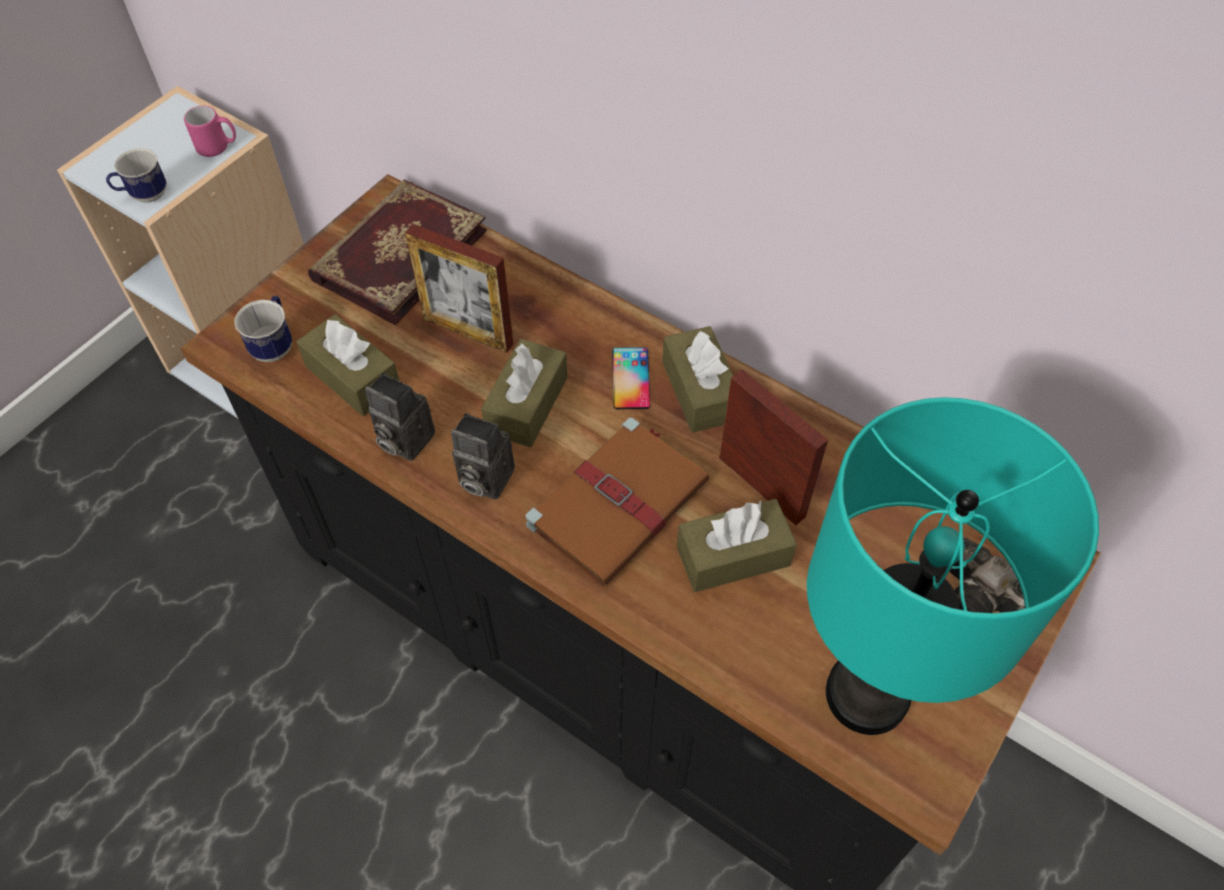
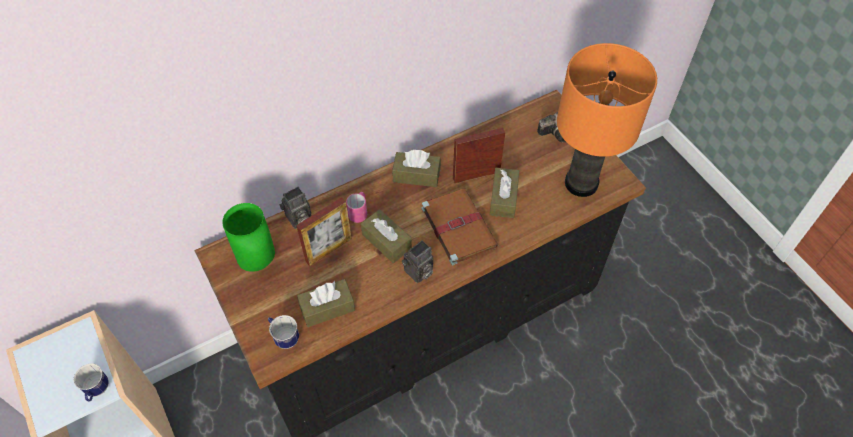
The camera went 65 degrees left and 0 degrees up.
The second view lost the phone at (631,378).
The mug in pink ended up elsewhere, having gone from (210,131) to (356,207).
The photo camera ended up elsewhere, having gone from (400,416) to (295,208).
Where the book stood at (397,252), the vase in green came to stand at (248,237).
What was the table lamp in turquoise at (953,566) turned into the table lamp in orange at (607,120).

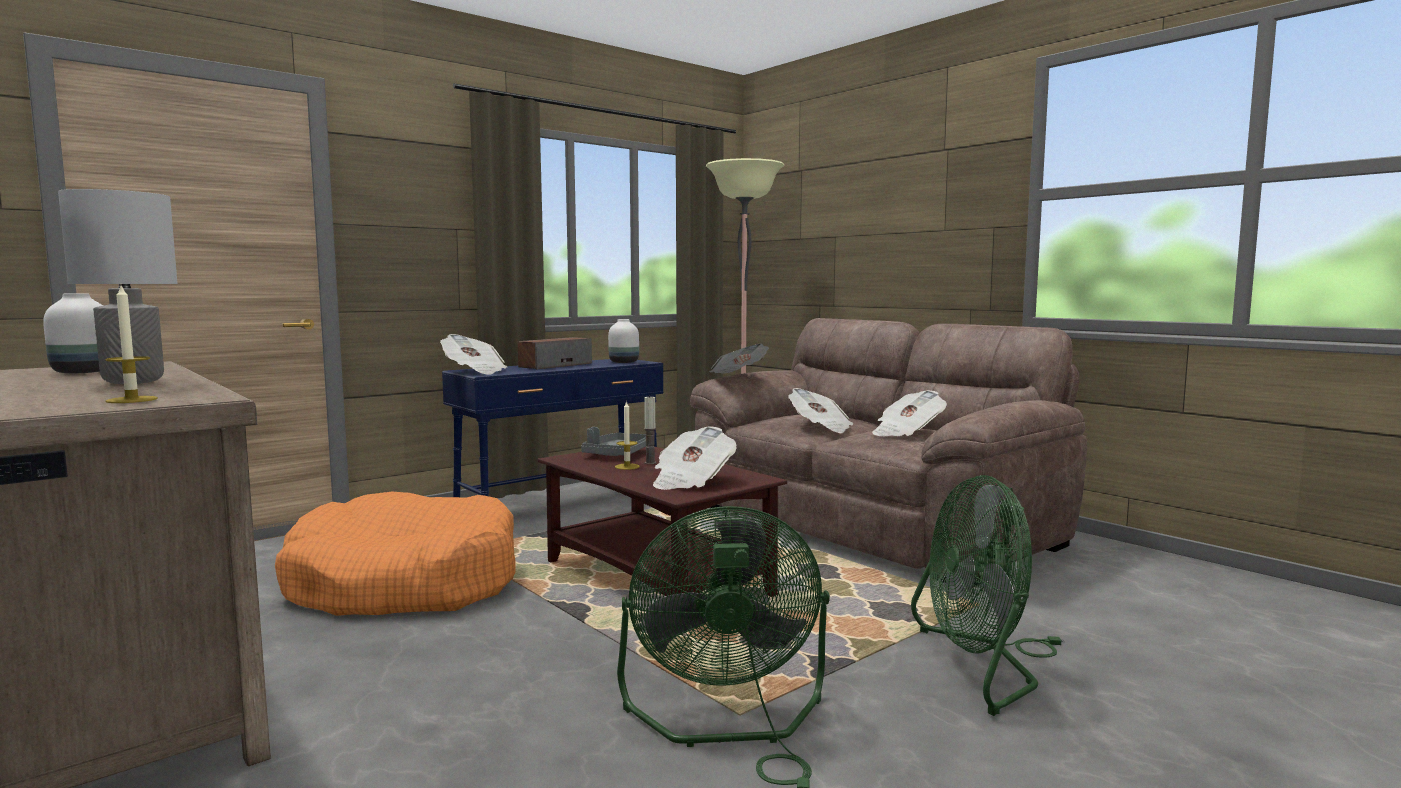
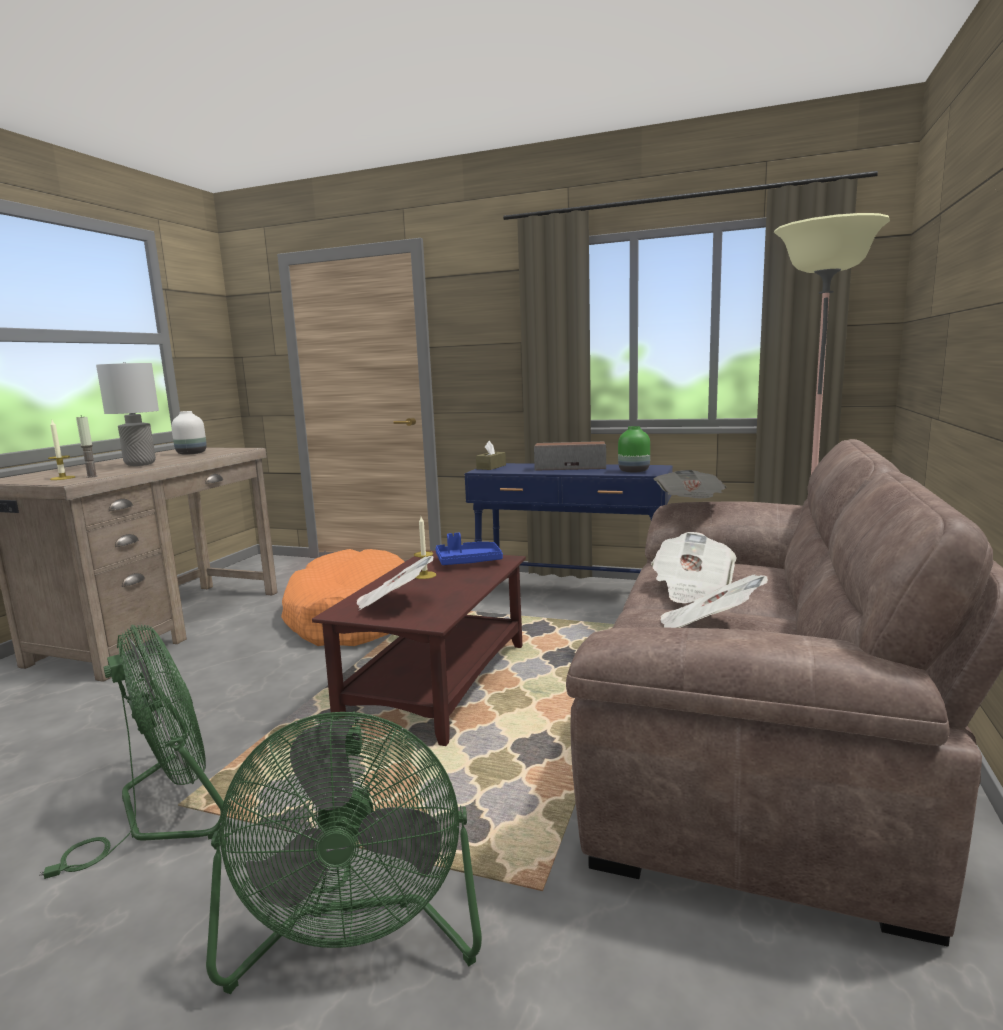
The camera went 60 degrees right and 5 degrees up.
The candle ended up elsewhere, having gone from (650,430) to (87,446).
Where the newspaper stood at (473,354), the tissue box in brown came to stand at (491,455).
What was the tray in grey at (613,441) turned into the tray in blue at (469,549).
What was the vase in white at (623,341) turned into the vase in green at (634,449).
The fan in green at (987,595) ended up facing another way, 150 degrees counterclockwise from before.

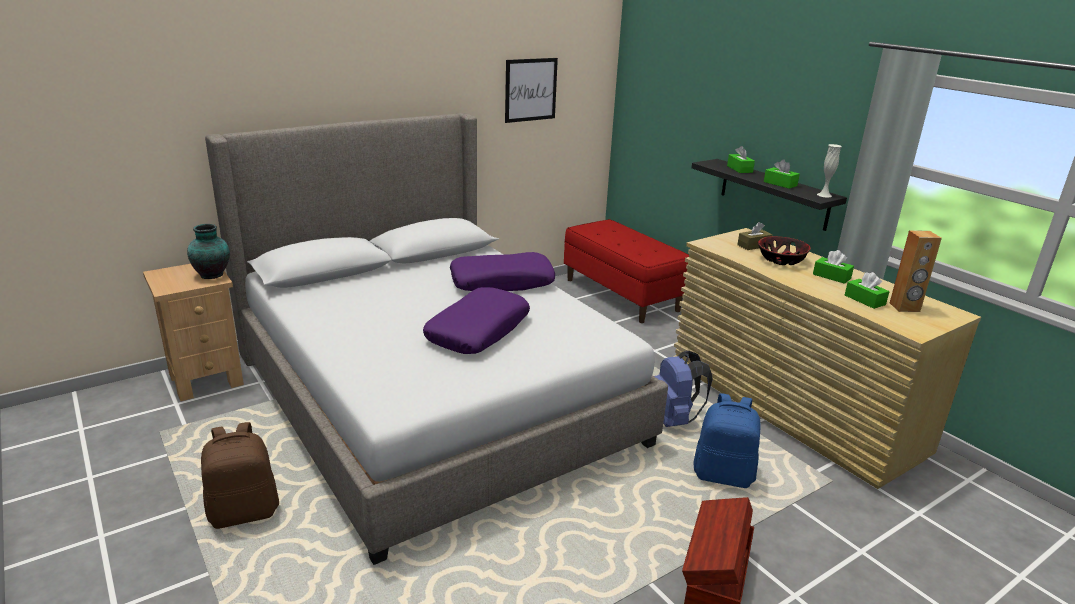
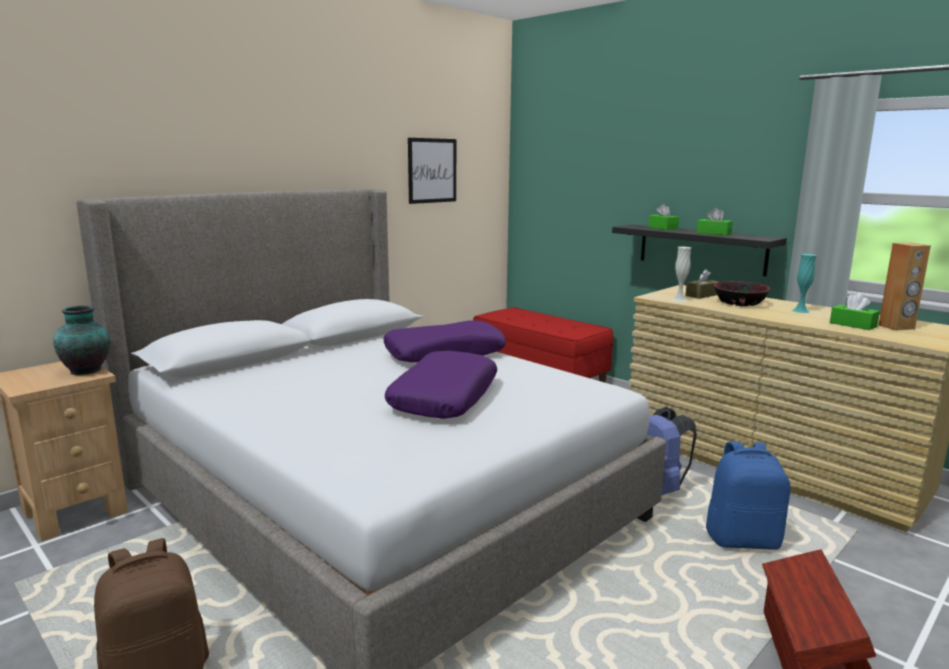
The camera went 10 degrees left and 10 degrees down.
The vase in white ended up elsewhere, having gone from (829,171) to (681,274).
Where the tissue box in green stood at (833,267), the vase in turquoise came to stand at (804,283).

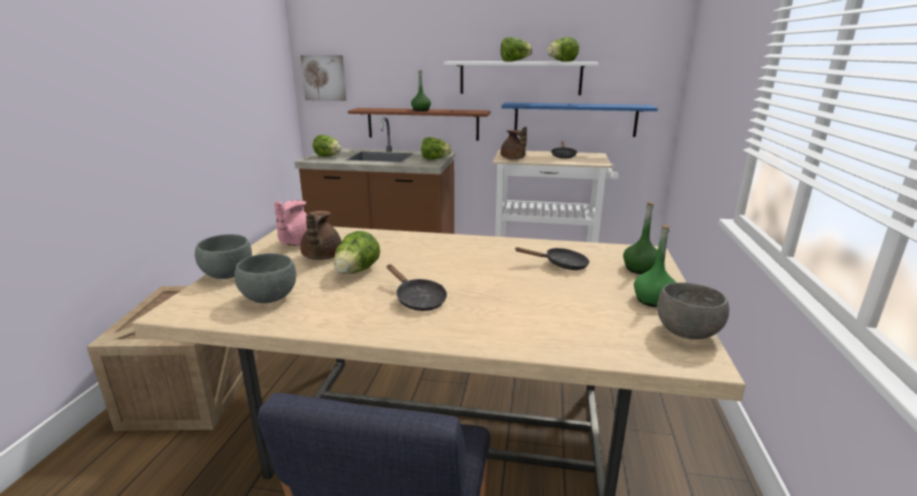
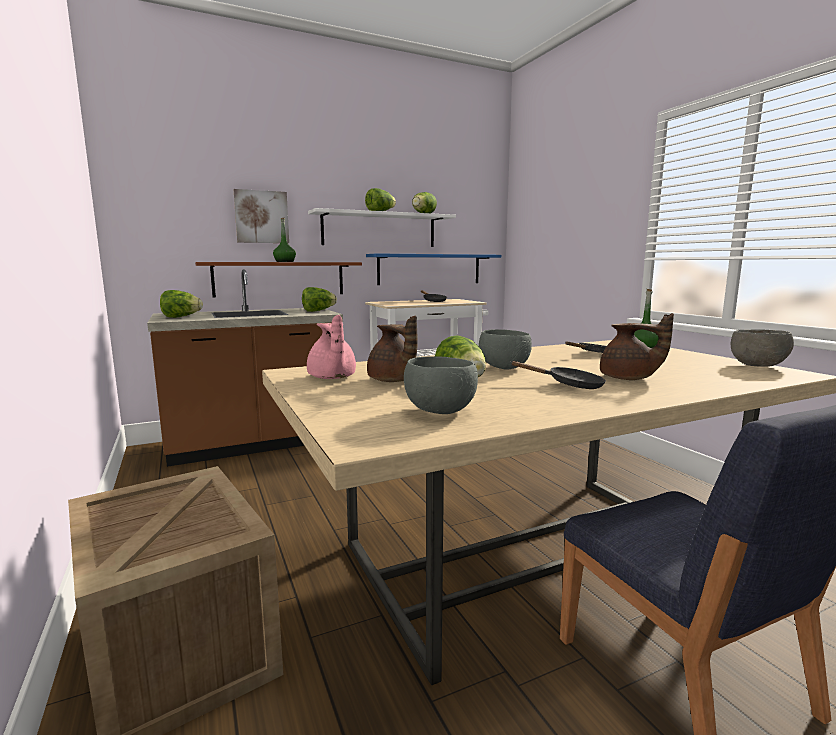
The camera went 35 degrees left and 10 degrees down.
The second view lost the bottle in green at (655,265).
The bowl in grey ended up elsewhere, having gone from (223,256) to (505,349).
The picture ended up elsewhere, having gone from (323,78) to (261,216).
The teapot in brown ended up elsewhere, having gone from (514,143) to (637,346).

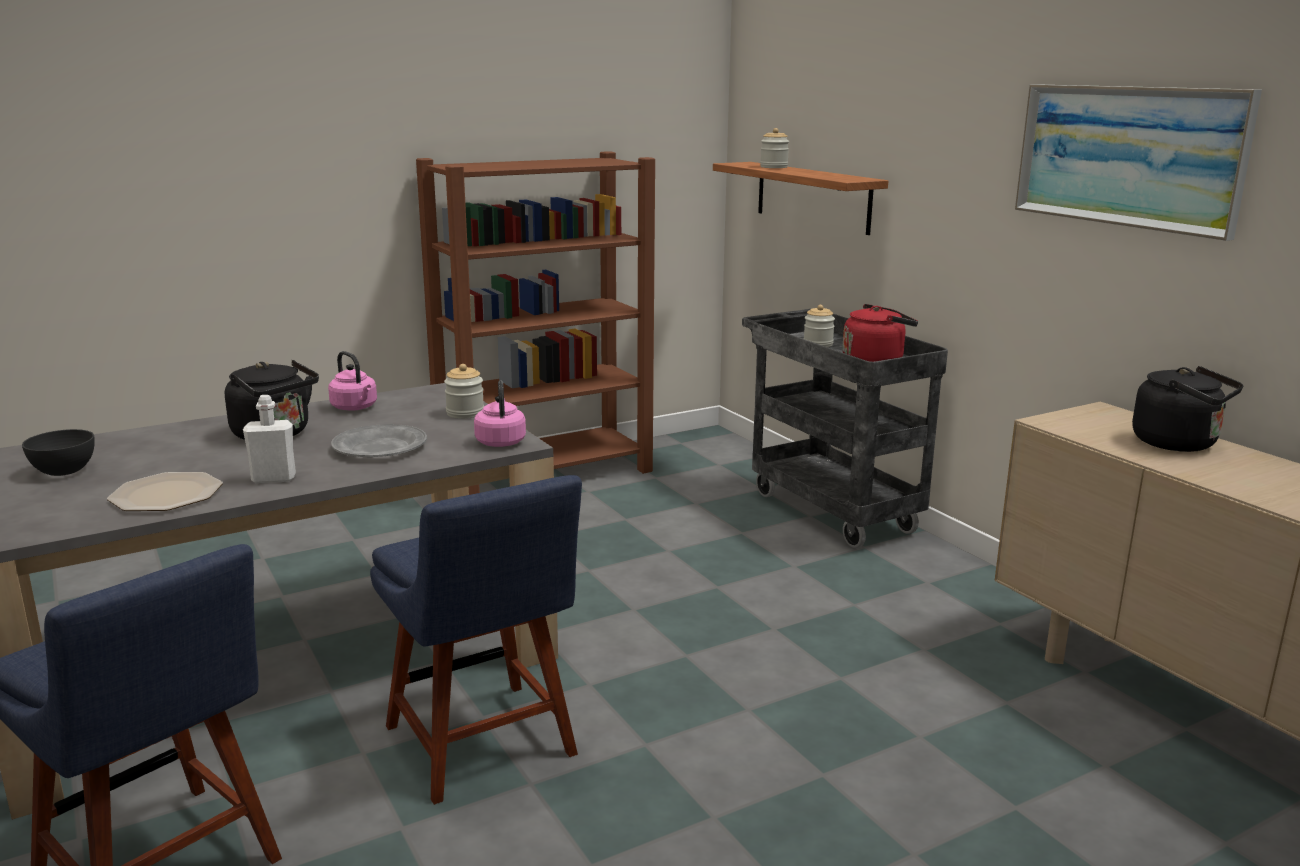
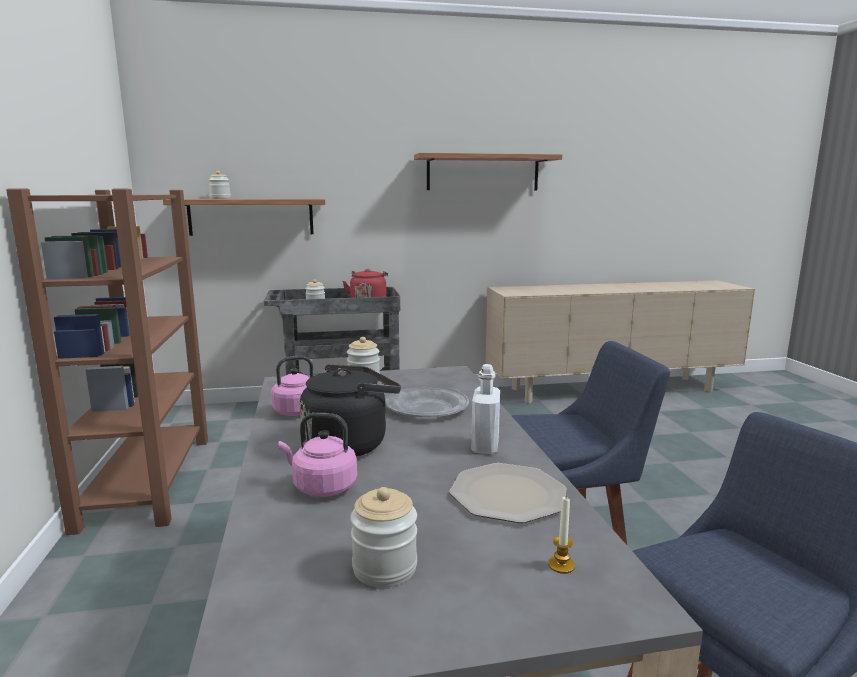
The camera went 70 degrees left and 5 degrees down.
The second view lost the kettle in black at (1187,409).
The second view gained the candle at (561,535).
The kettle in pink ended up elsewhere, having gone from (500,413) to (317,455).
Where the bowl in grey stood at (58,452), the jar came to stand at (383,537).
Where the picture hung at (1138,162), the shelf came to hang at (488,171).

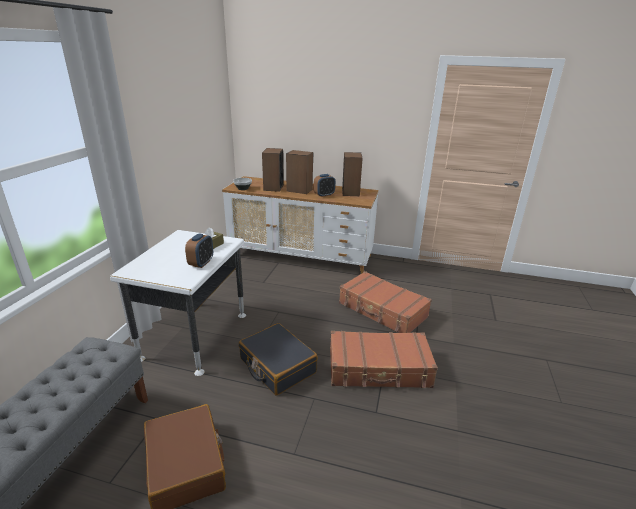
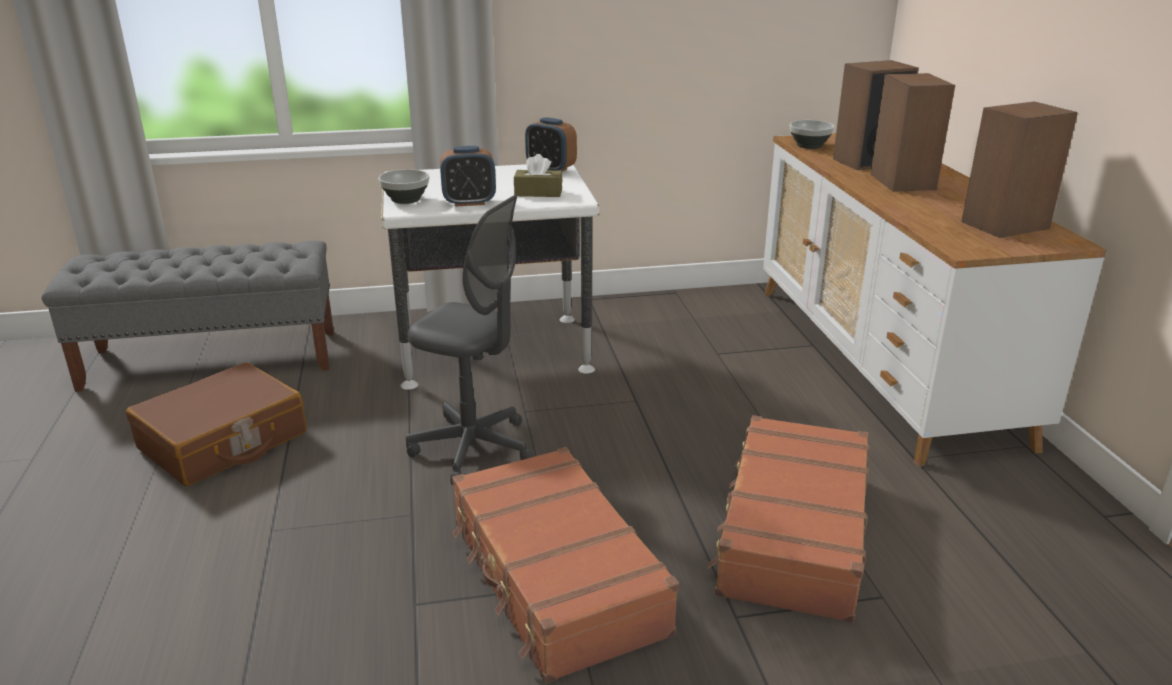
The camera went 65 degrees right and 0 degrees up.
The second view gained the bowl at (403,186).
The alarm clock ended up elsewhere, having gone from (324,185) to (551,144).
Where the suitcase in black stood at (278,359), the office chair in grey came to stand at (470,340).

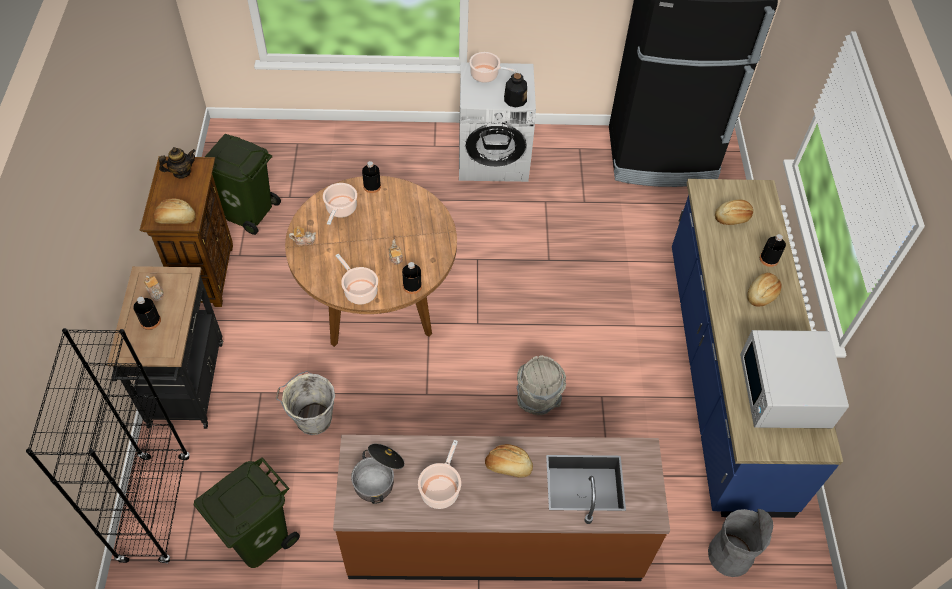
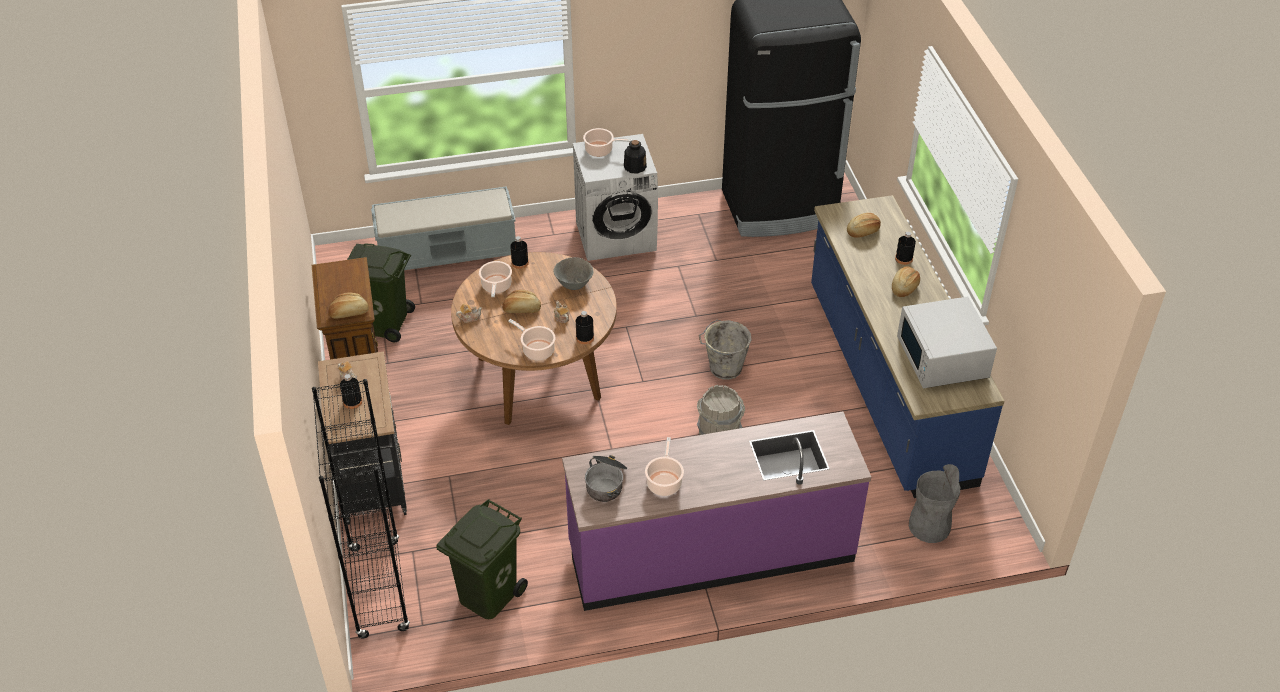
The camera went 10 degrees left and 10 degrees down.
The second view lost the teapot at (177,163).
The second view gained the bench in grey at (443,228).
The second view gained the bowl in grey at (573,273).
The bucket in grey ended up elsewhere, having gone from (305,403) to (725,350).
The bread ended up elsewhere, having gone from (509,461) to (521,301).
What was the counter in brown at (501,508) turned into the counter in purple at (716,511).

